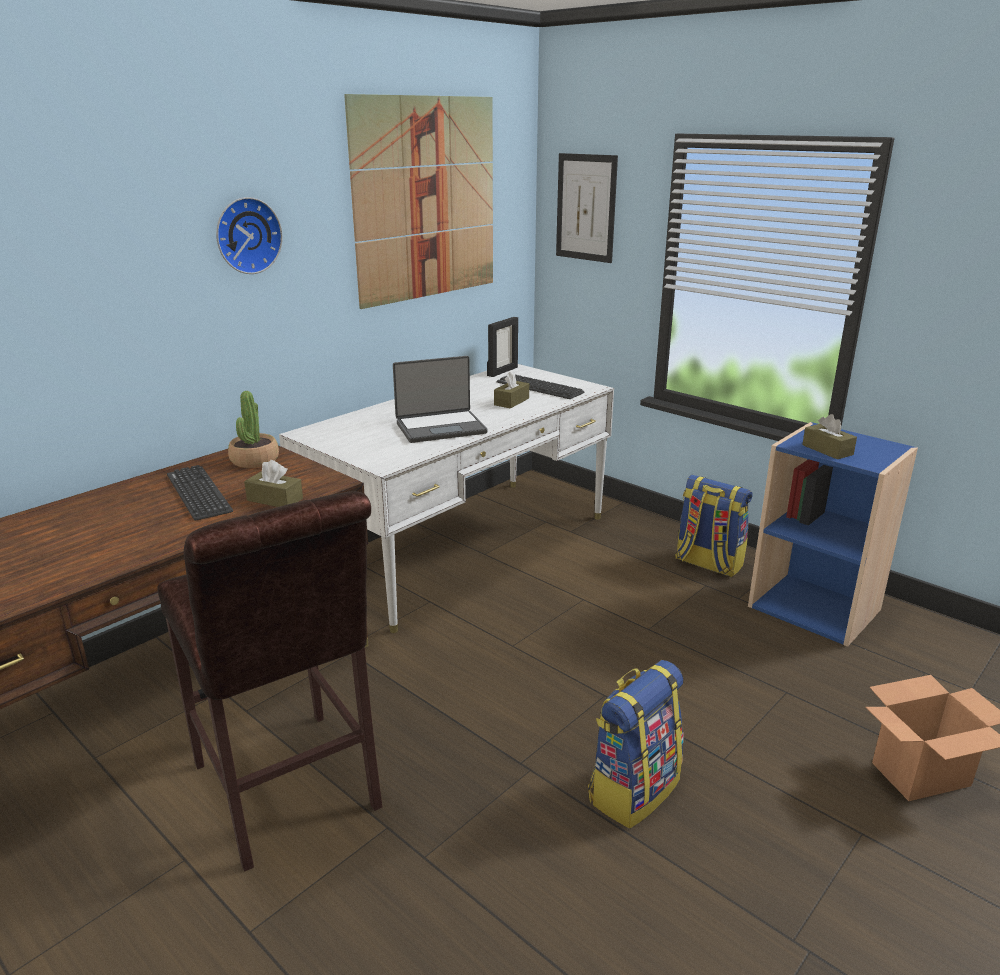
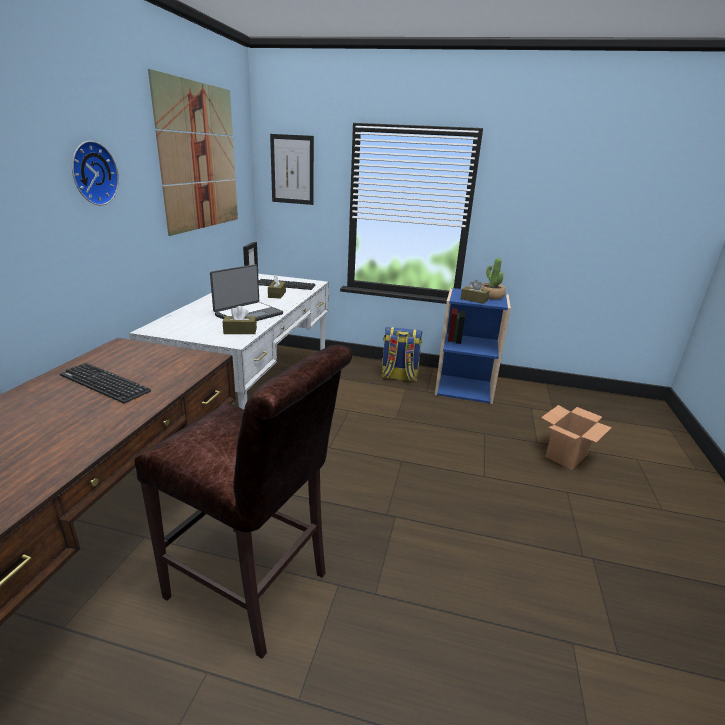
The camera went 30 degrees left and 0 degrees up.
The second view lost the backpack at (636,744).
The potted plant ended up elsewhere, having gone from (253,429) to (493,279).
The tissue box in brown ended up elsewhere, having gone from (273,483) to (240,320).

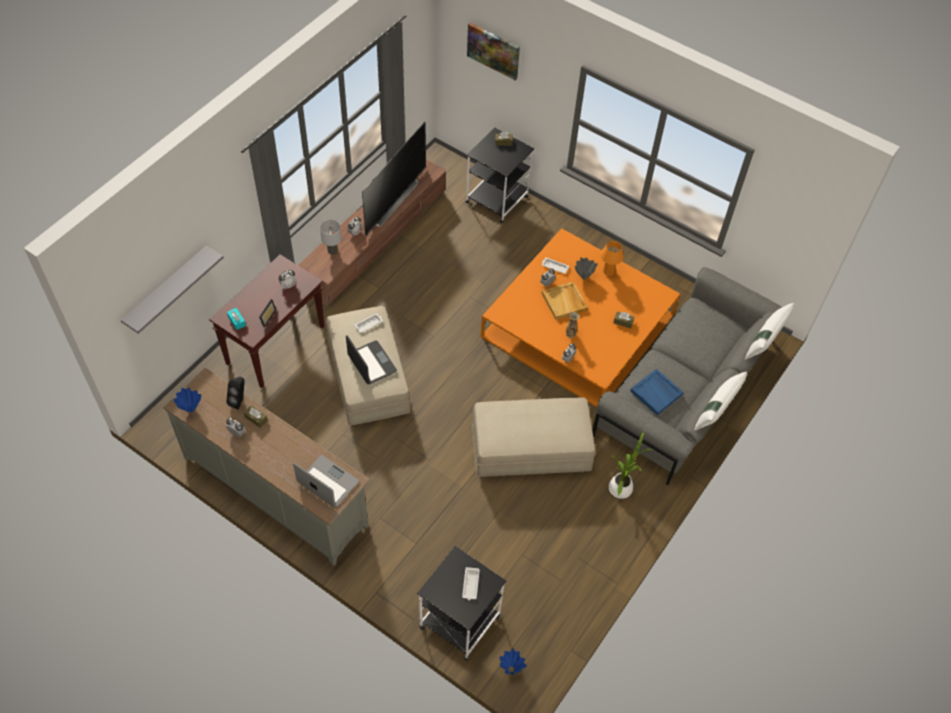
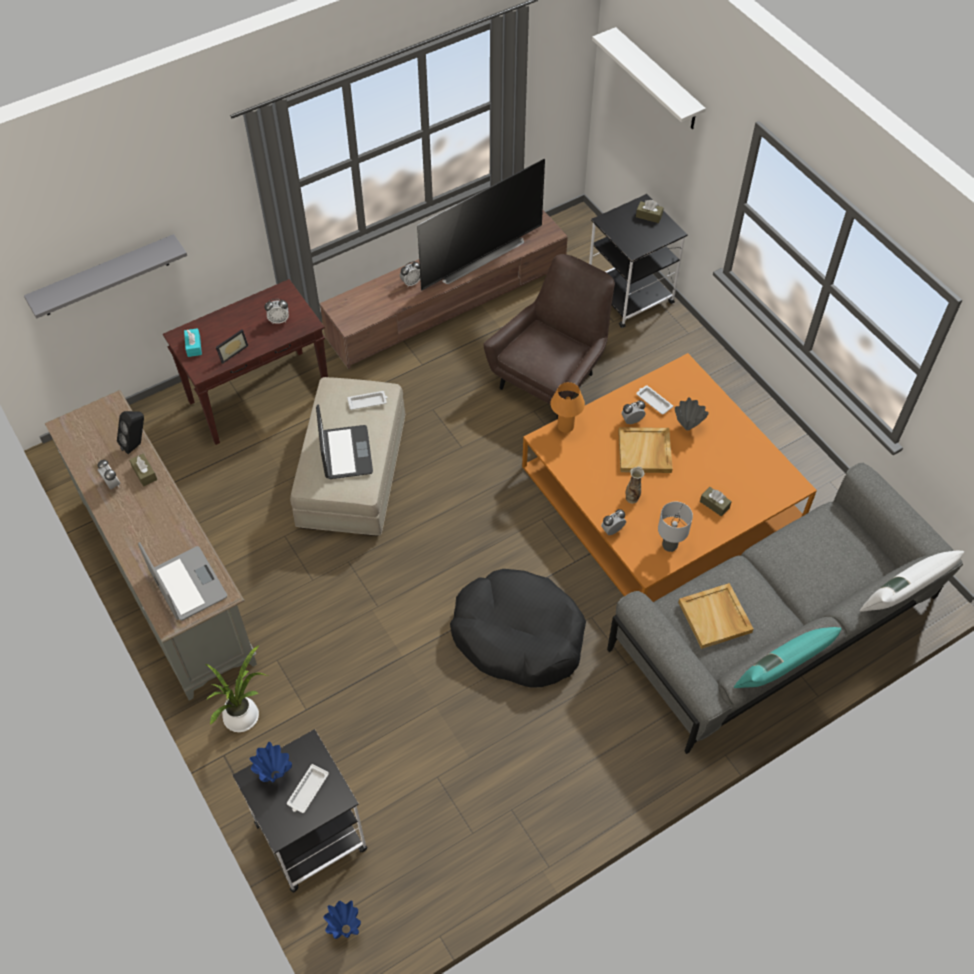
The camera went 25 degrees right and 0 degrees up.
The second view gained the armchair in brown at (549,336).
The vase in blue ended up elsewhere, having gone from (187,400) to (270,762).
The table lamp in white ended up elsewhere, having gone from (330,237) to (675,527).
The table lamp in orange ended up elsewhere, having gone from (612,258) to (567,407).
The potted plant ended up elsewhere, having gone from (630,464) to (237,688).
Where the picture hung at (493,51), the shelf in white came to hang at (649,78).
Where the ottoman in beige stood at (534,437), the dog bed in black came to stand at (518,628).
What was the tray in blue at (657,392) turned into the tray in beige at (715,616).
What was the pillow in white at (720,401) turned into the pillow in turquoise at (788,657).

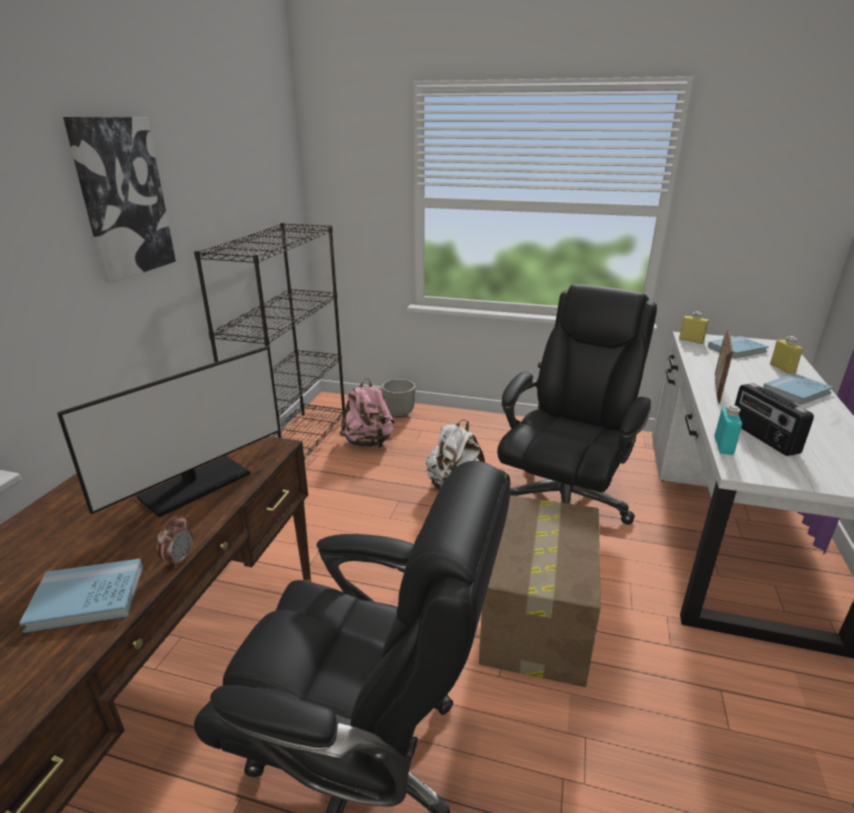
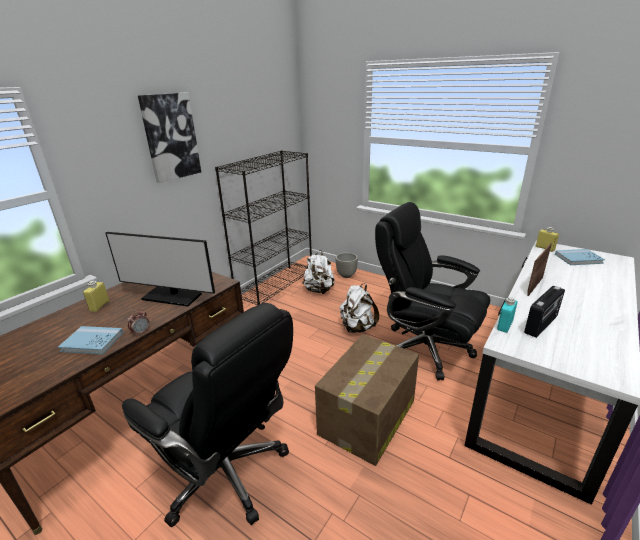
The camera went 20 degrees right and 0 degrees up.
The second view lost the book in blue at (798,389).
The bottle in yellow ended up elsewhere, having gone from (786,355) to (96,296).
What was the backpack in pink at (367,413) turned into the backpack in white at (318,272).
The monitor at (168,432) ended up facing another way, 45 degrees clockwise from before.
The office chair in black at (577,404) ended up facing another way, 105 degrees counterclockwise from before.
The radio at (774,419) ended up facing another way, 135 degrees counterclockwise from before.

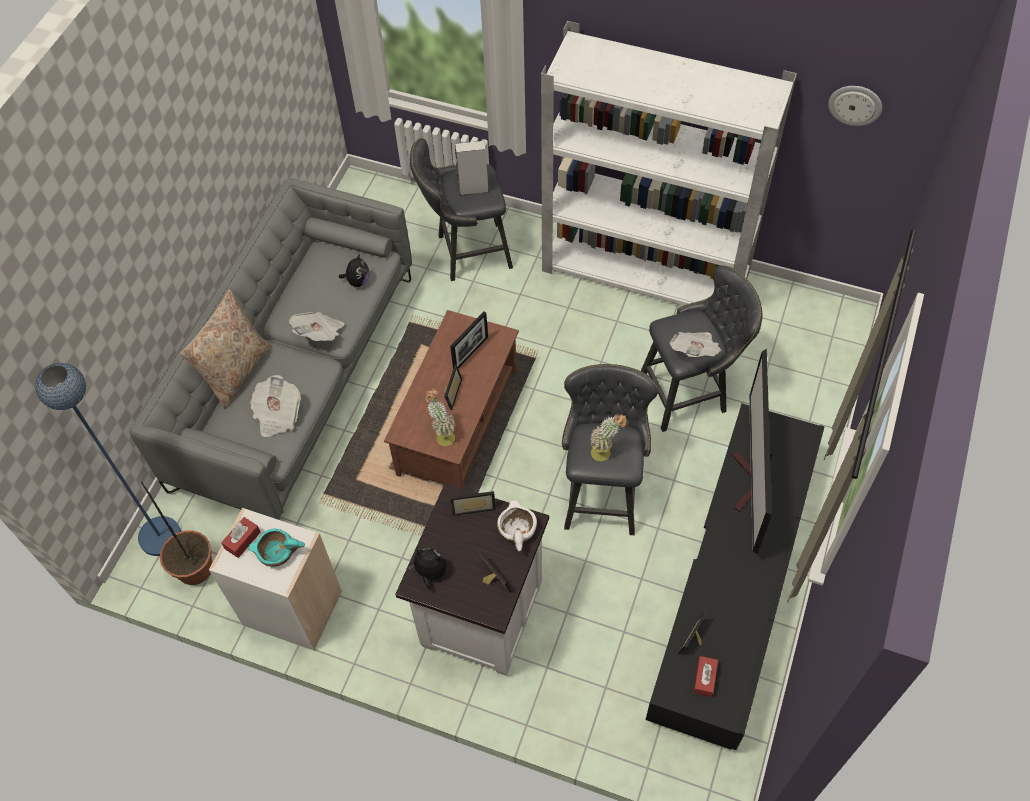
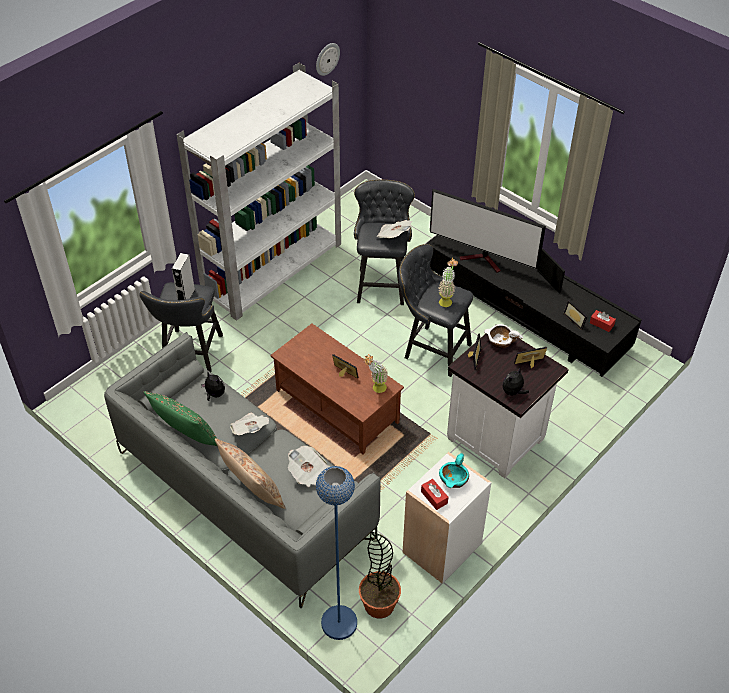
The camera went 70 degrees left and 10 degrees down.
The second view gained the pillow in green at (180,418).
The picture frame ended up elsewhere, having gone from (469,340) to (551,270).

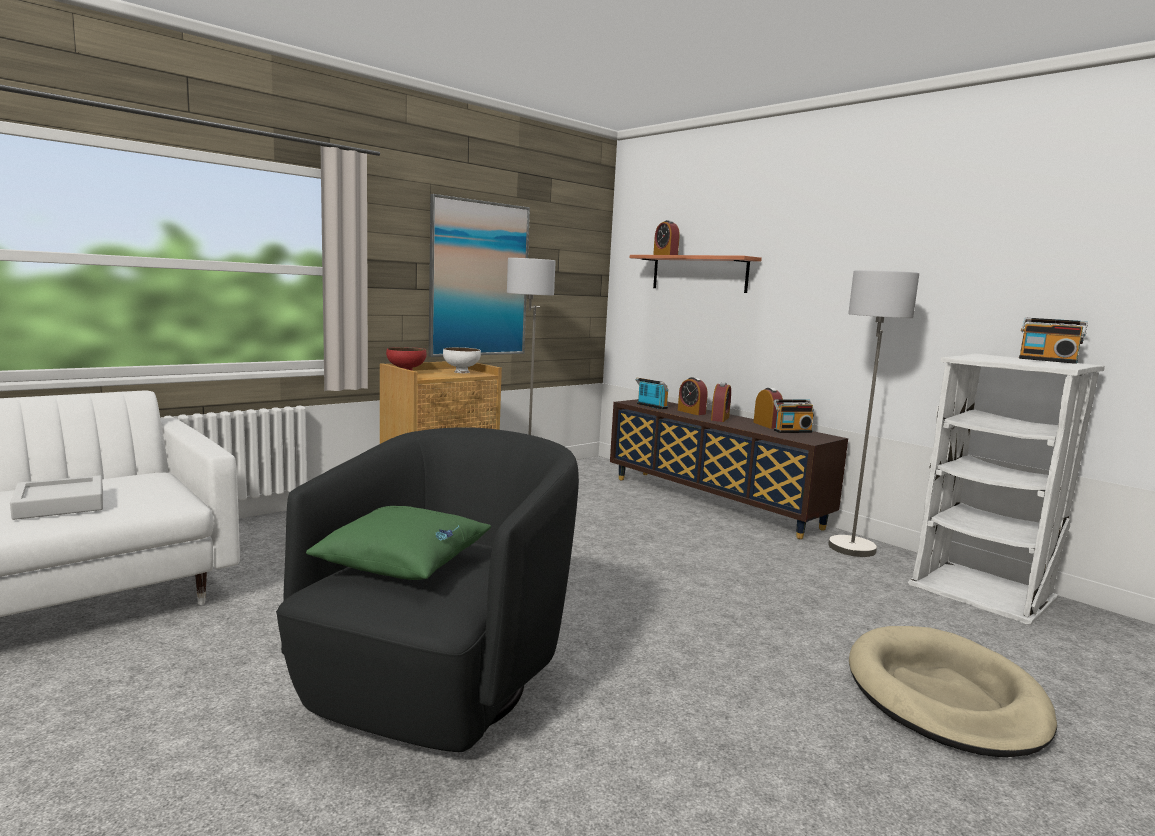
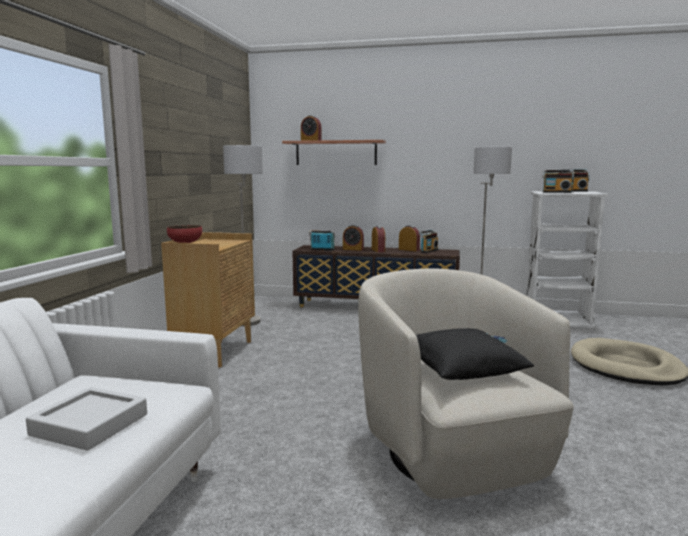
The camera went 35 degrees left and 0 degrees up.
The second view lost the picture at (479,275).
The second view lost the bowl in white at (462,360).
The second view gained the radio at (558,181).
What was the armchair in black at (427,589) turned into the armchair in beige at (466,383).
What was the pillow in green at (398,543) turned into the pillow in black at (475,354).

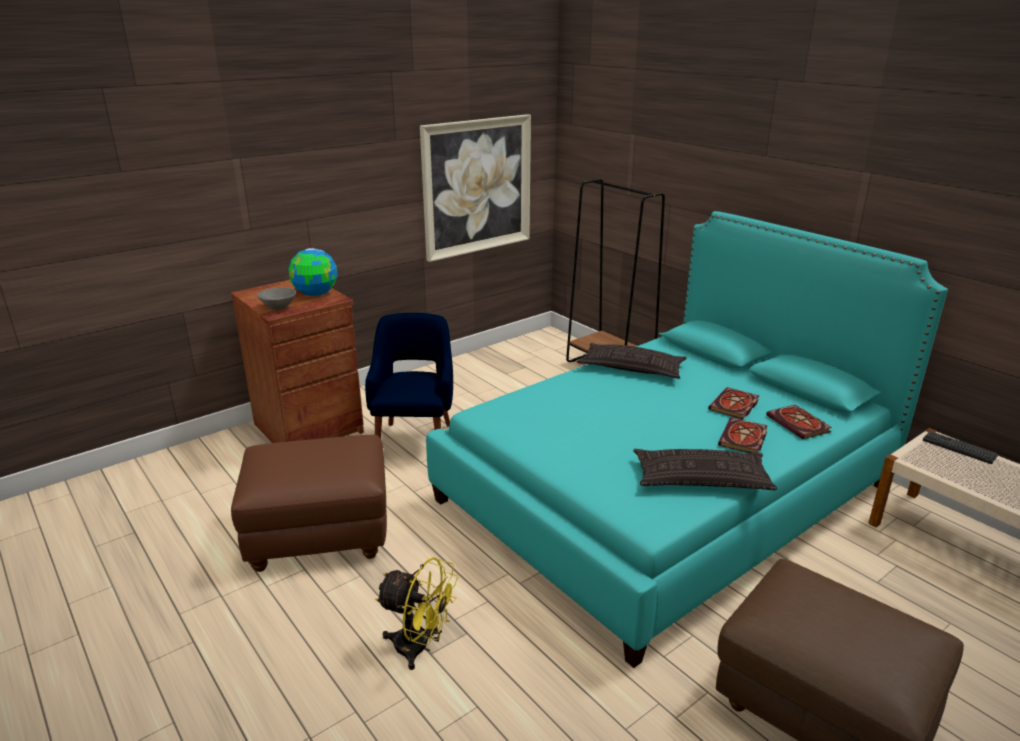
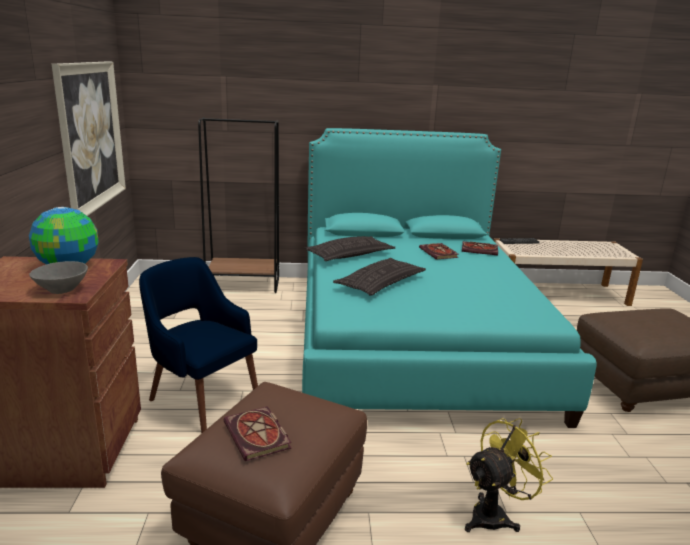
The camera went 55 degrees left and 5 degrees down.
The pillow ended up elsewhere, having gone from (705,469) to (379,277).
The book ended up elsewhere, having gone from (743,435) to (257,433).

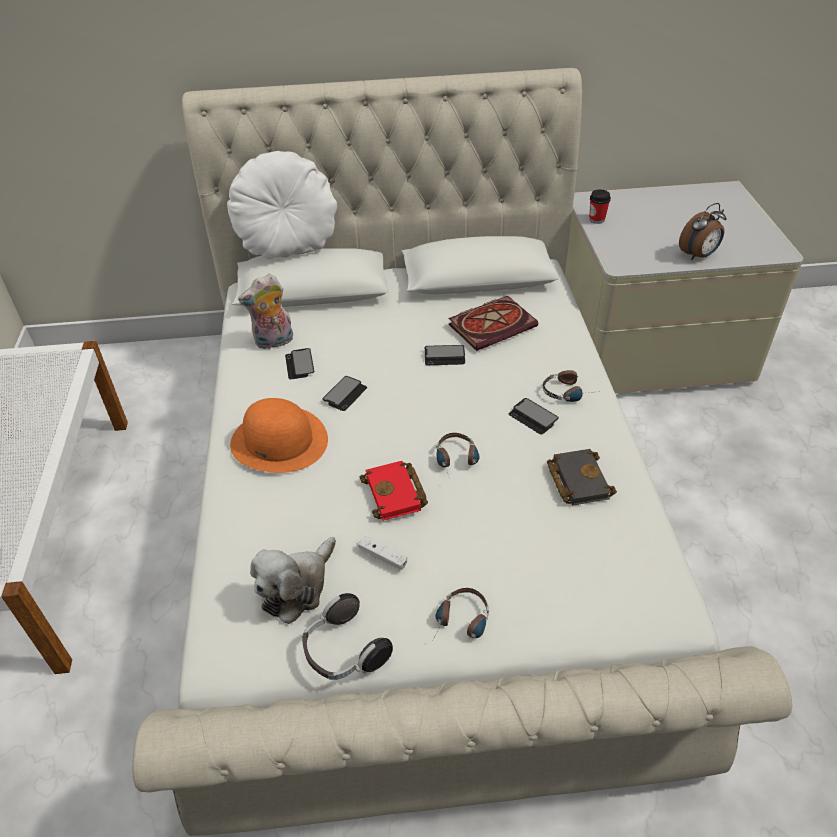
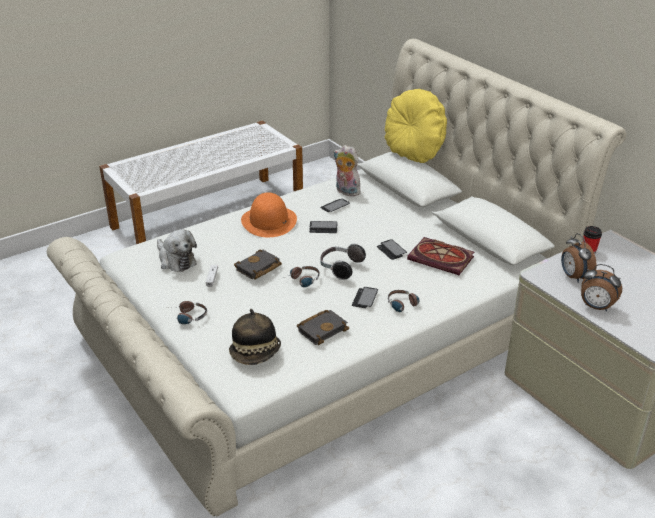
The camera went 60 degrees right and 10 degrees down.
The second view gained the hat at (255,337).
The second view gained the alarm clock at (578,258).
The headphones ended up elsewhere, having gone from (347,636) to (343,261).
What was the pillow in white at (282,205) turned into the pillow in yellow at (416,126).
What was the book in red at (394,491) turned into the book in black at (258,264).
The plush toy at (293,580) ended up facing another way, 135 degrees counterclockwise from before.

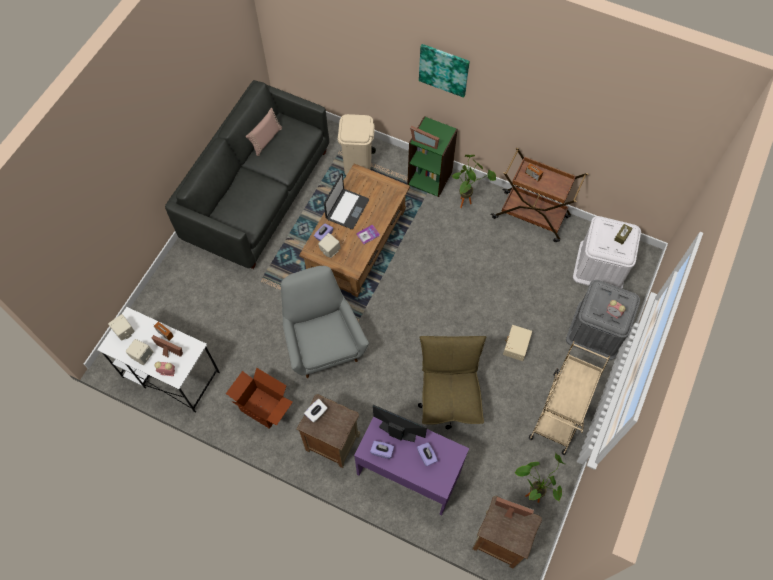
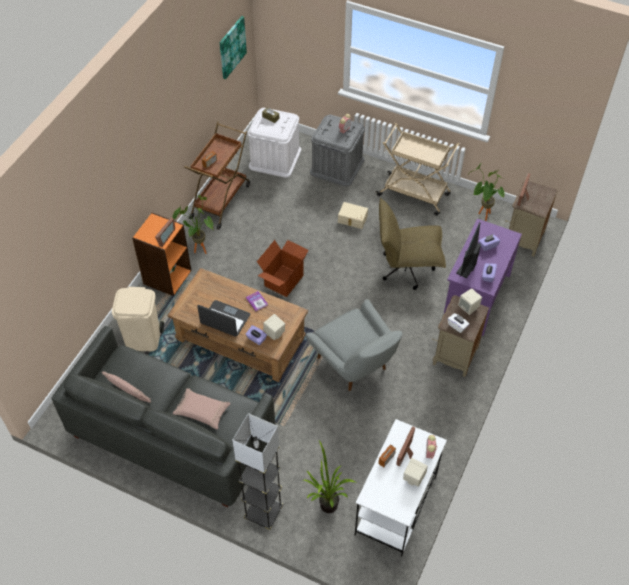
The camera went 90 degrees left and 10 degrees down.
The second view gained the pillow in beige at (202,409).
The second view gained the floor lamp in grey at (257,471).
The second view gained the potted plant at (330,477).
The speaker in beige ended up elsewhere, having gone from (121,327) to (470,301).
The cardboard box ended up elsewhere, having gone from (259,398) to (283,268).
The picture ended up elsewhere, having gone from (444,71) to (233,47).
What was the bookcase in green at (432,156) turned into the bookcase in orange at (161,254).
The armchair in grey at (325,322) ended up facing another way, 105 degrees counterclockwise from before.

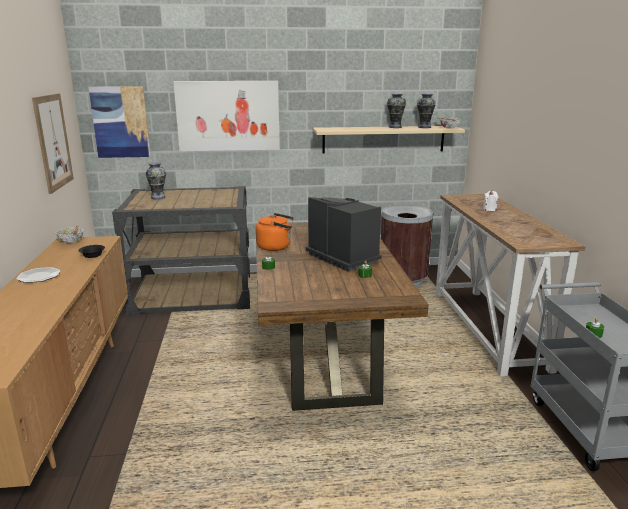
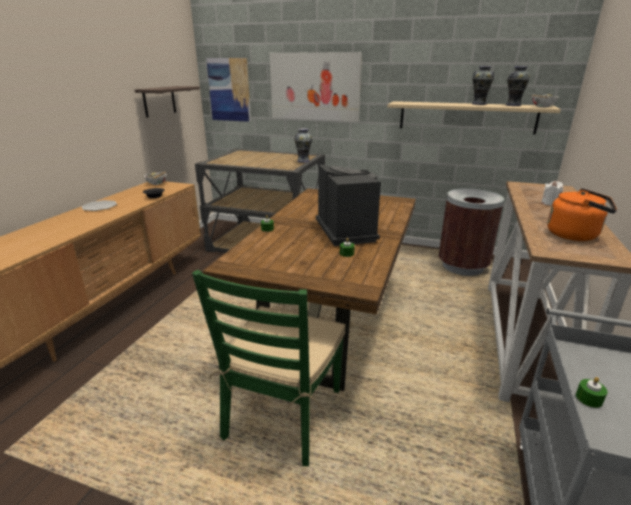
The camera went 25 degrees right and 5 degrees up.
The second view gained the chair in green at (269,368).
The vase ended up elsewhere, having gone from (156,180) to (303,145).
The kettle in orange ended up elsewhere, having gone from (274,232) to (582,214).
Where the picture hung at (53,143), the shelf came to hang at (167,101).

